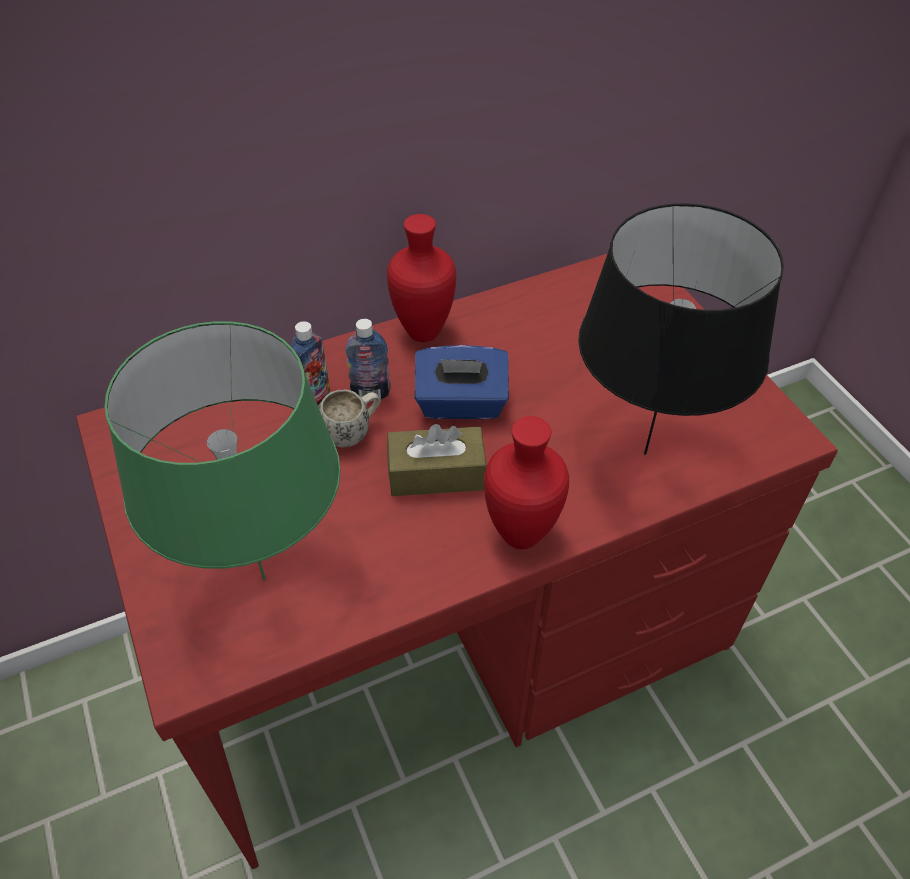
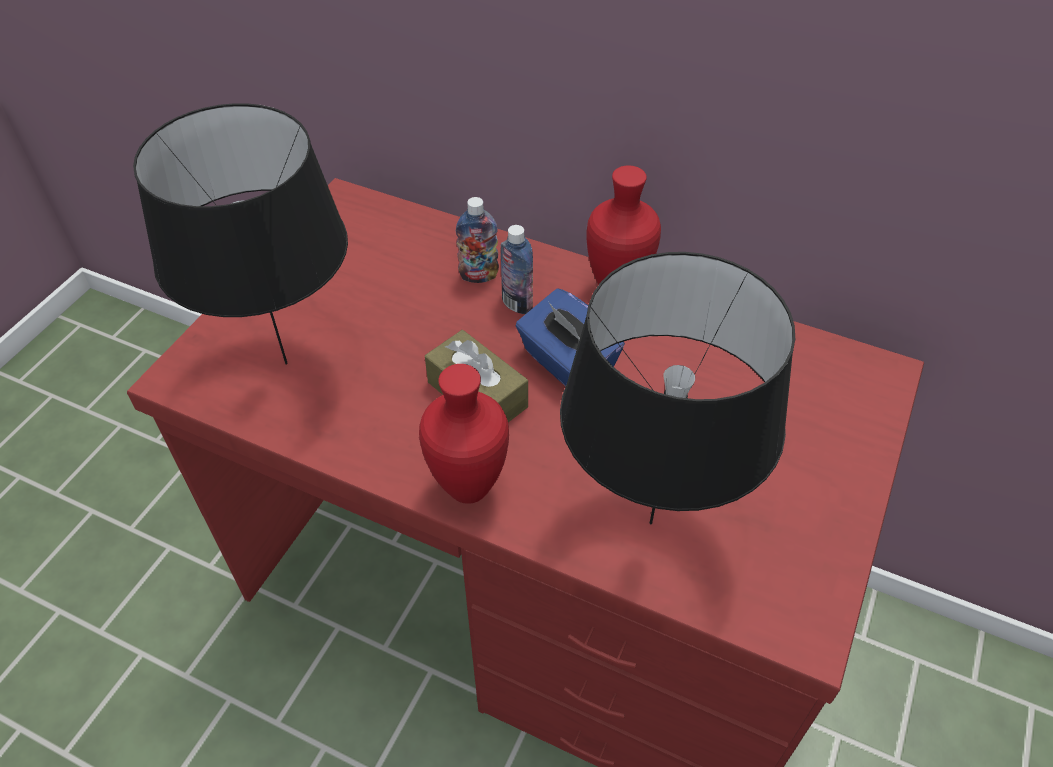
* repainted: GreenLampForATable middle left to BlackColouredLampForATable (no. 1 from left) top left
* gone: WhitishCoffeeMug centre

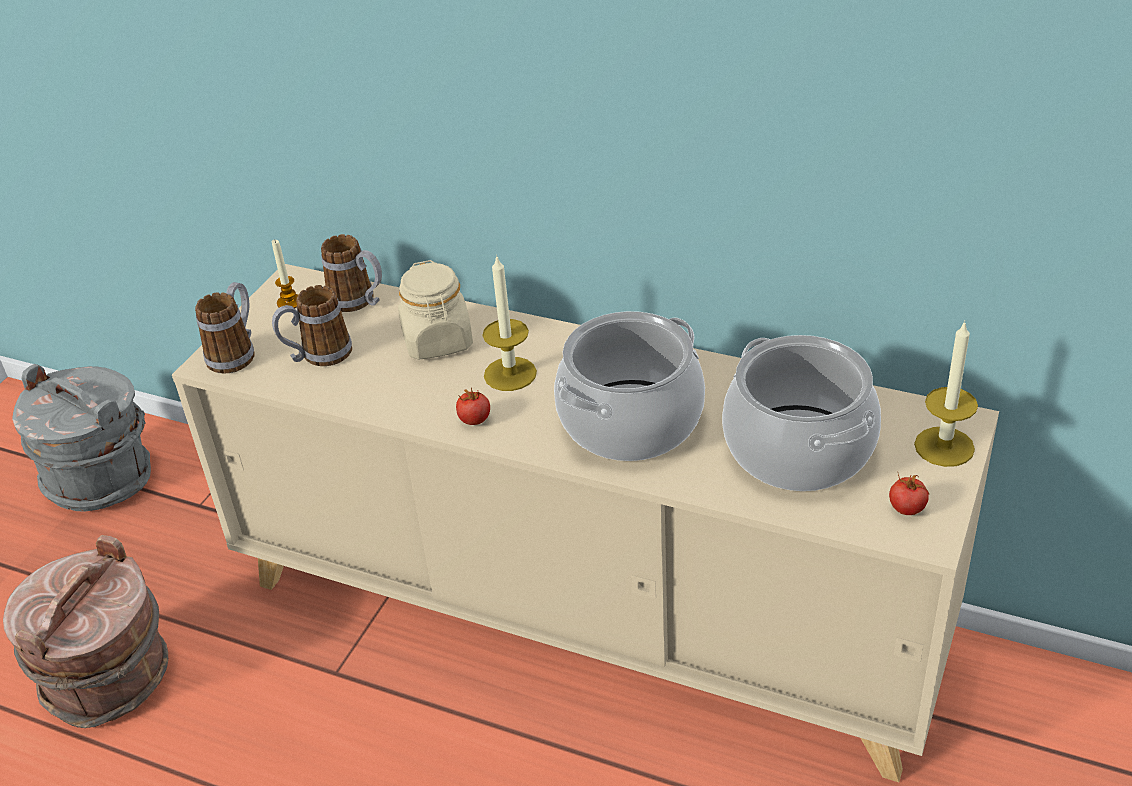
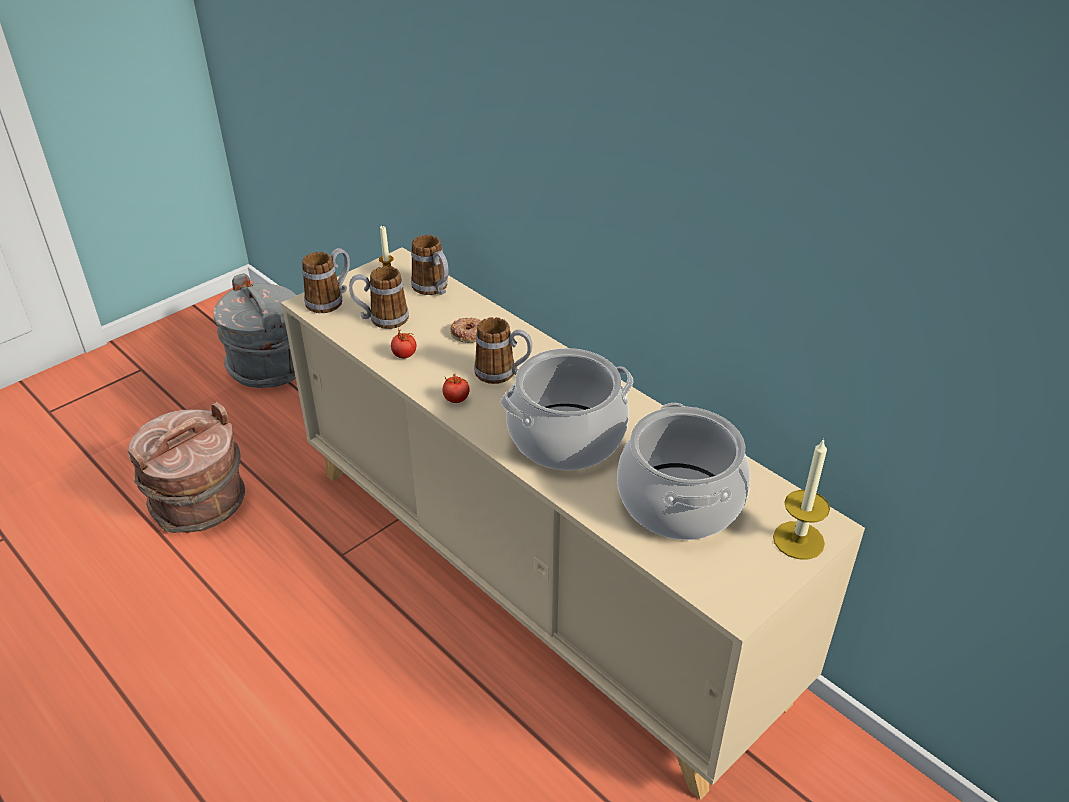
* swapped: Candle (no. 2 from left) centre to CoffeeMug (no. 4 from left) centre
* swapped: SandColouredStorageJar centre to Donut centre
* shifted: FreshTomato (no. 2 from left in the first image) middle right to FreshTomato (no. 1 from left) centre

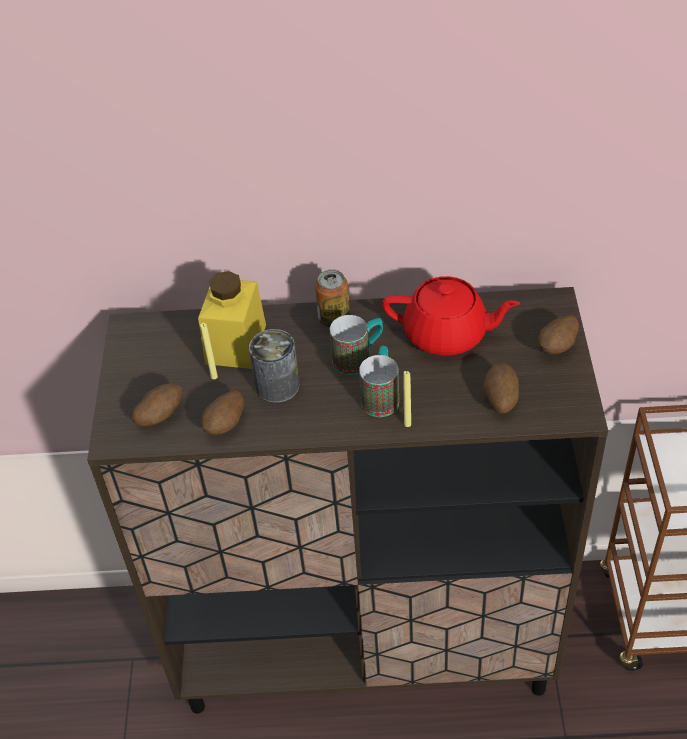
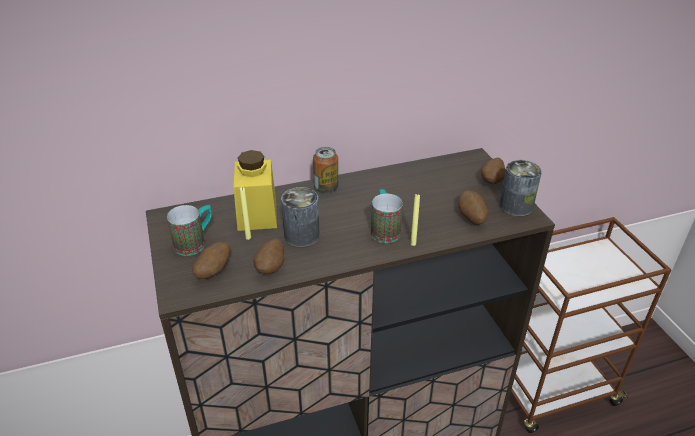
* gone: RedTeaPot centre
* shifted: CoffeeMug (no. 1 from left) centre to middle left
* new: MetalCan (no. 3 from left) middle right

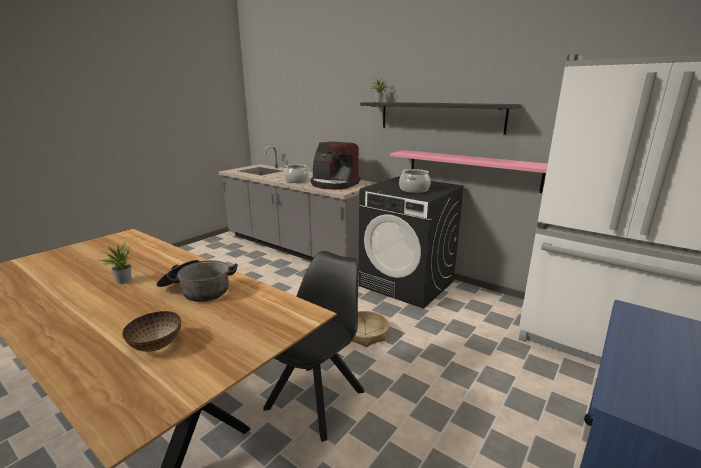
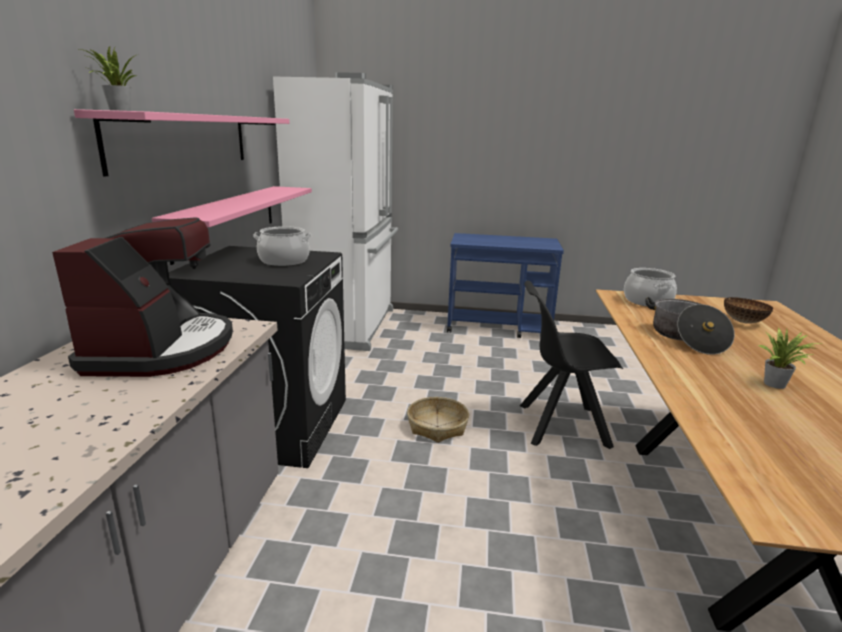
* repainted: BlackColouredWallShelf top centre to PinkWallShelf (no. 1 from left) top left
* shifted: Stockpot (no. 2 from left) centre to middle right

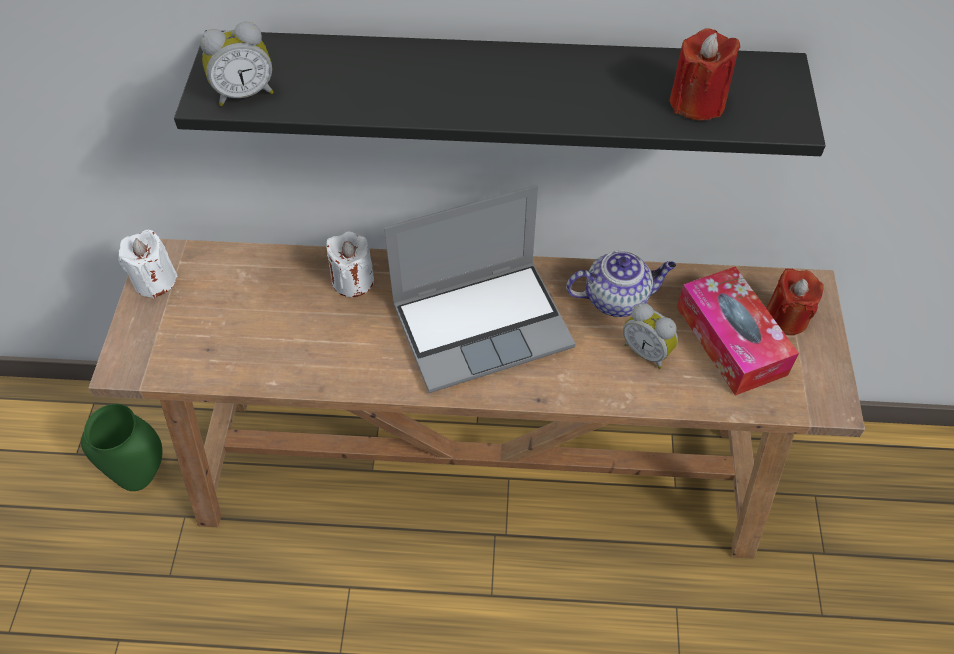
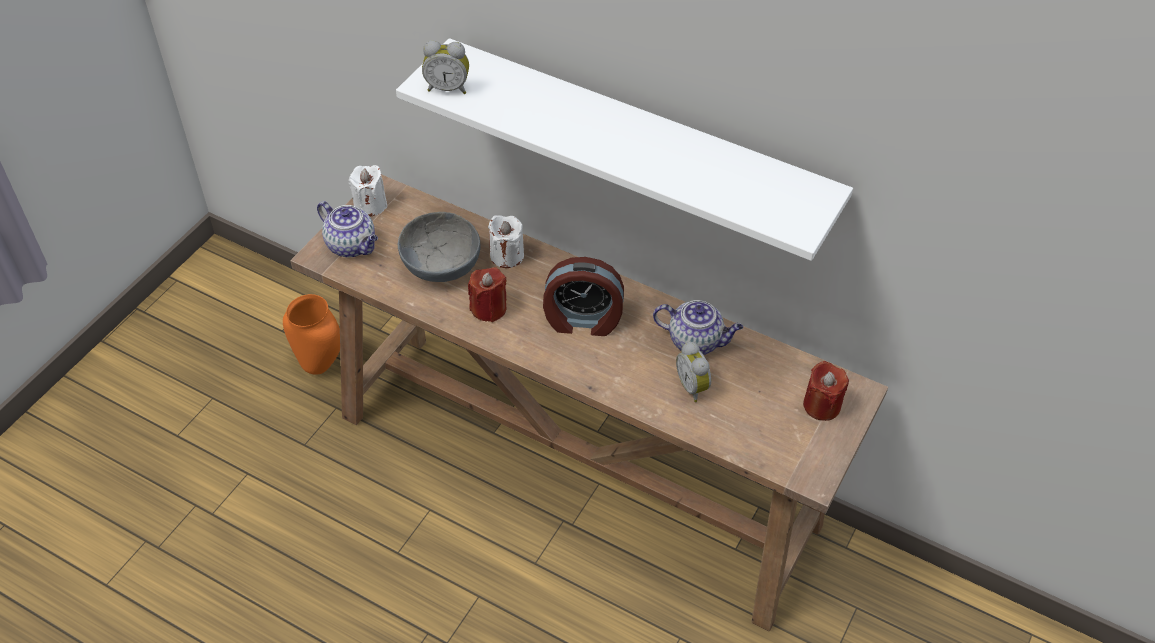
* shifted: RedCandle (no. 1 from left) top right to centre
* repainted: BlackColouredWallShelf top centre to WhitishWallShelf top centre
* swapped: Laptop centre to BedsideClock (no. 2 from left) centre
* gone: TissueHolder middle right
* repainted: GreenFlowerVase bottom left to OrangeyFlowerVase middle left
* new: TeaPot (no. 1 from left) middle left
* new: GreyishBowl centre

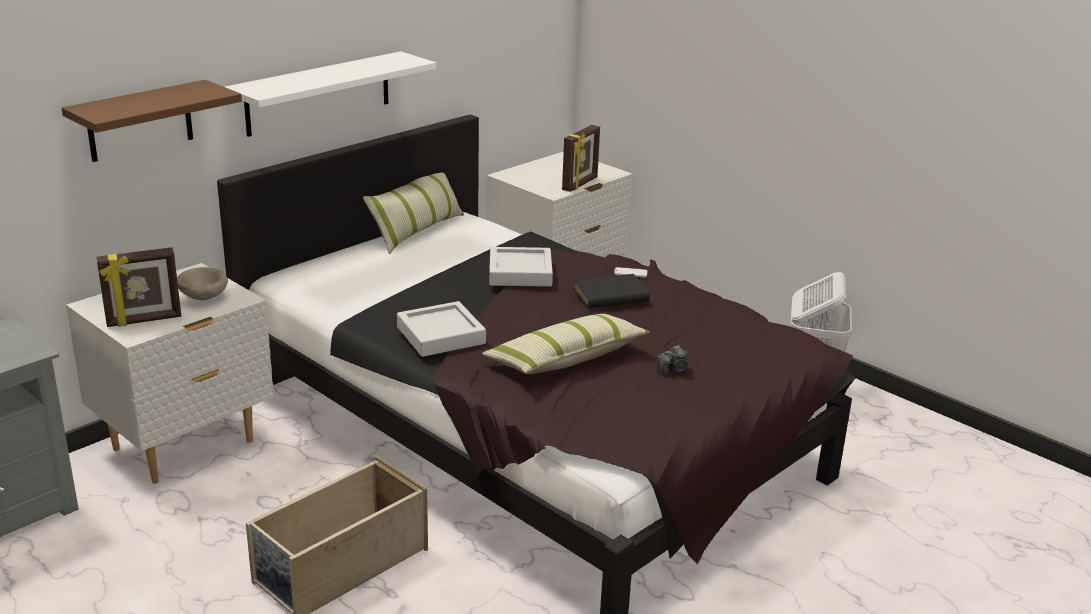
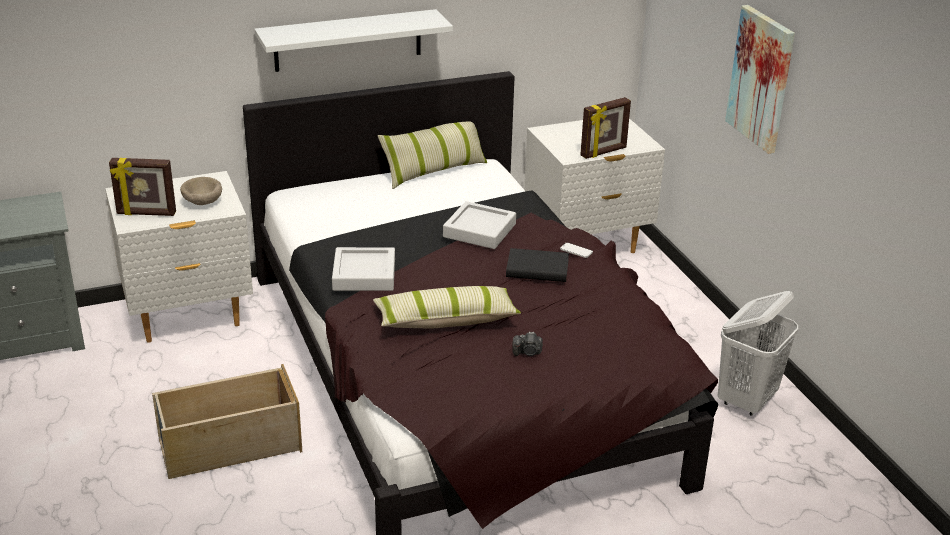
* gone: BrownWallShelf top left
* new: Picture top right

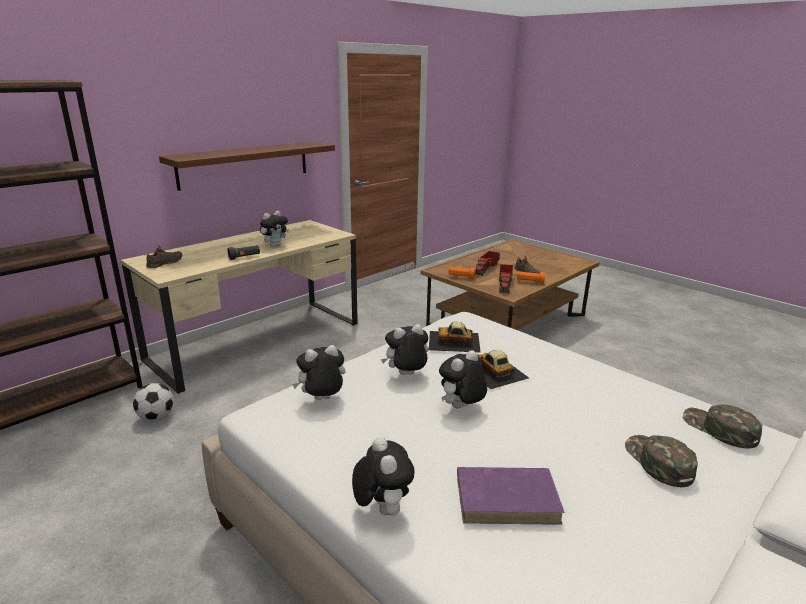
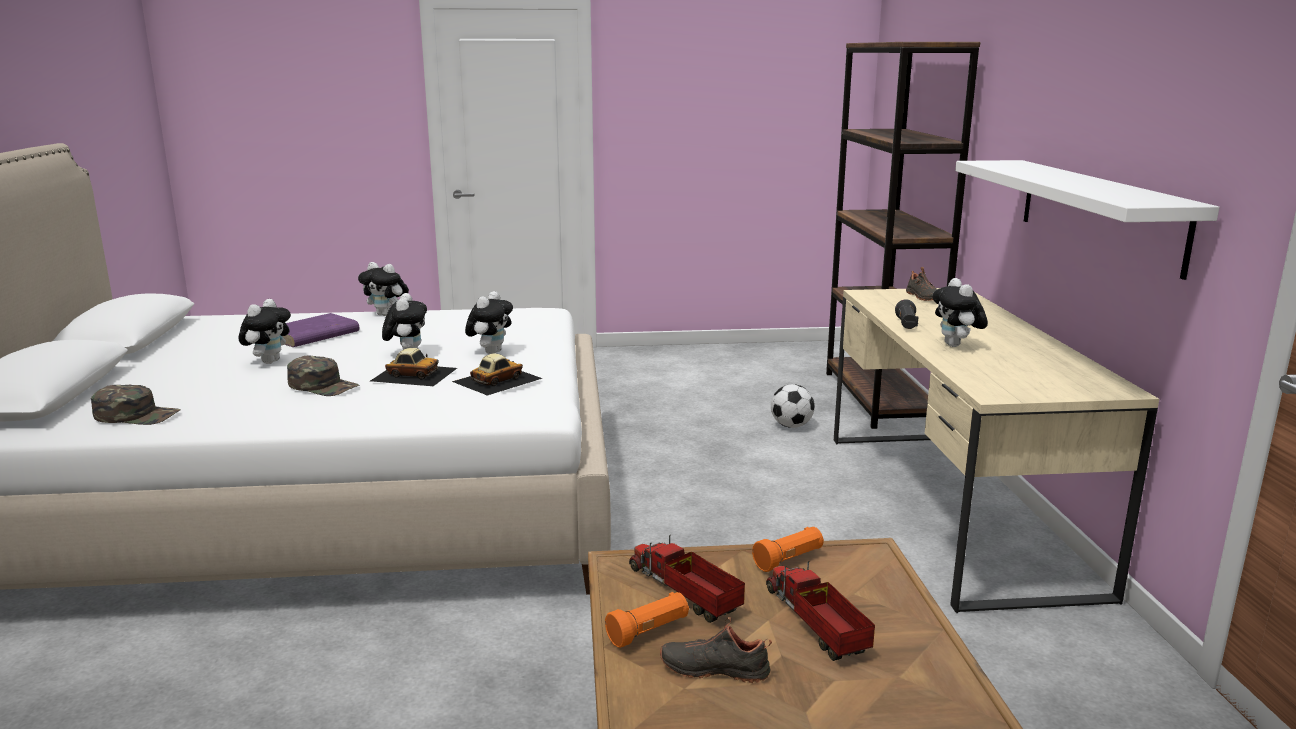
* repainted: BrownWallShelf top left to WhitishWallShelf top right
* shifted: CuddlyToy (no. 2 from left in the first image) centre to CuddlyToy (no. 1 from left) middle left
* shifted: GreenPeakedCap (no. 1 from left in the first image) bottom right to GreenPeakedCap (no. 2 from left) middle left

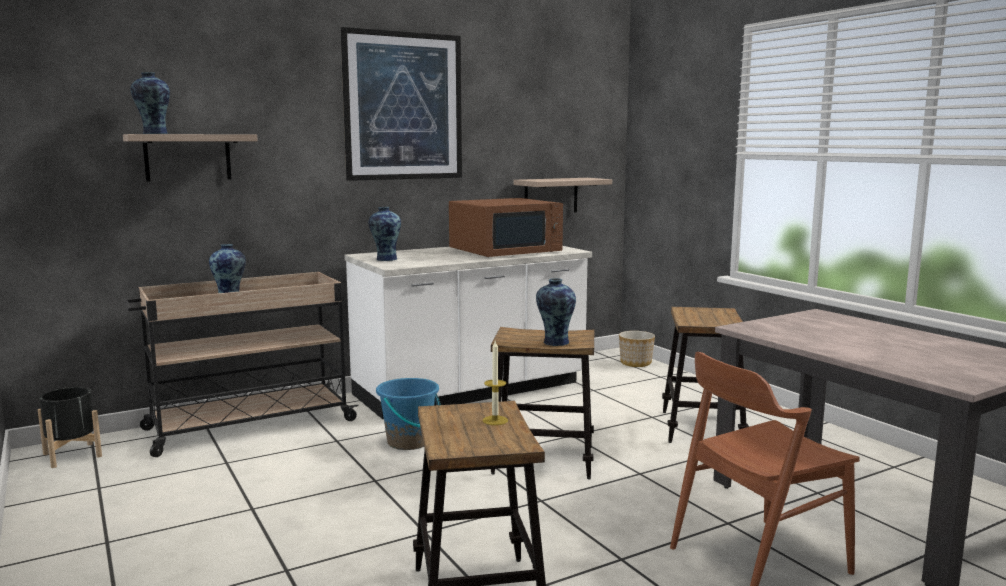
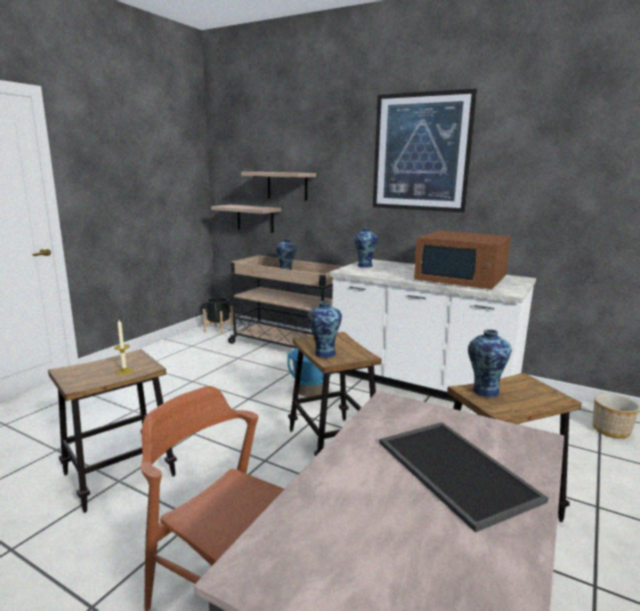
* shifted: FlowerVase (no. 1 from left in the first image) top left to FlowerVase (no. 4 from left) middle right
* shifted: WallShelf (no. 2 from left in the first image) top centre to WallShelf (no. 1 from left) centre
* new: Tray bottom right

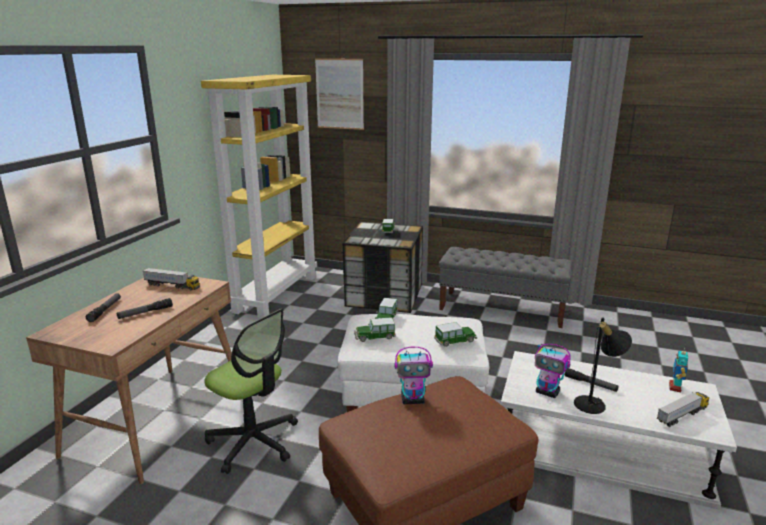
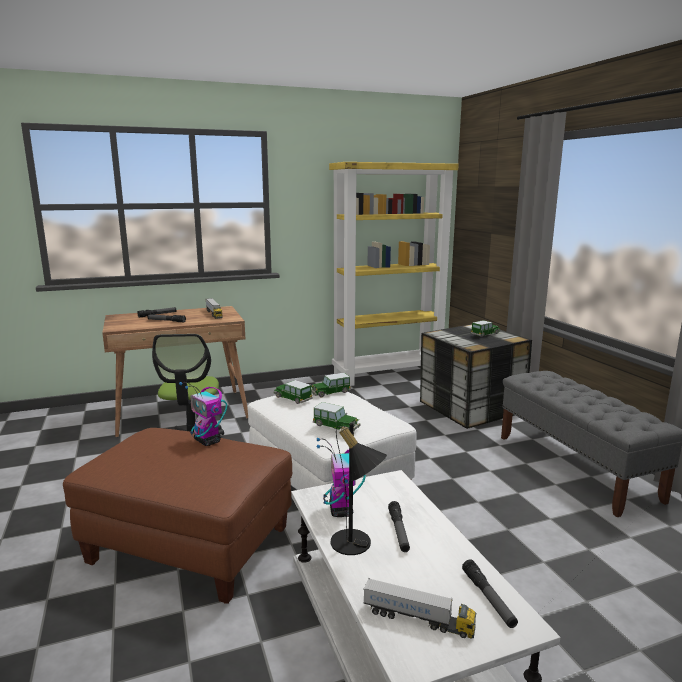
* gone: Picture top centre
* swapped: ToyRobot (no. 3 from left) bottom right to Torch (no. 4 from left) bottom right

